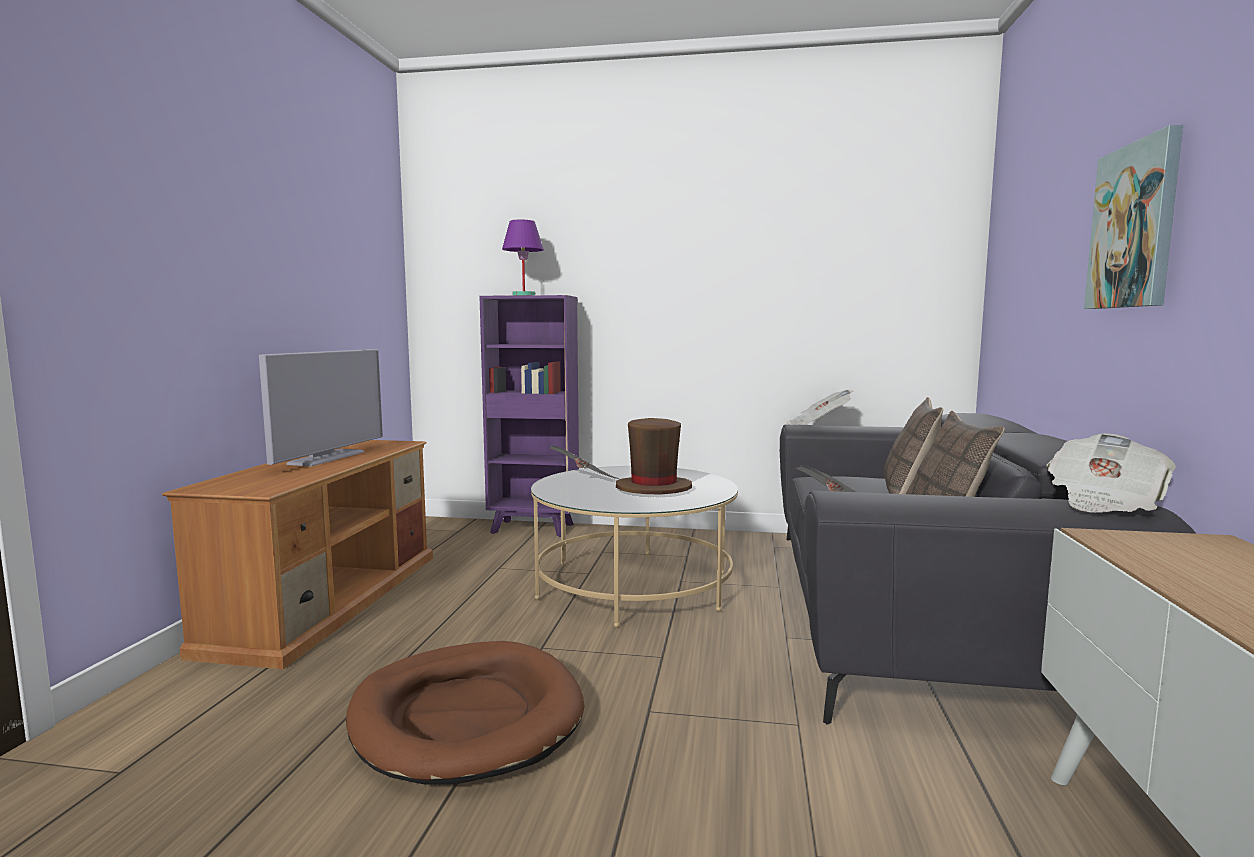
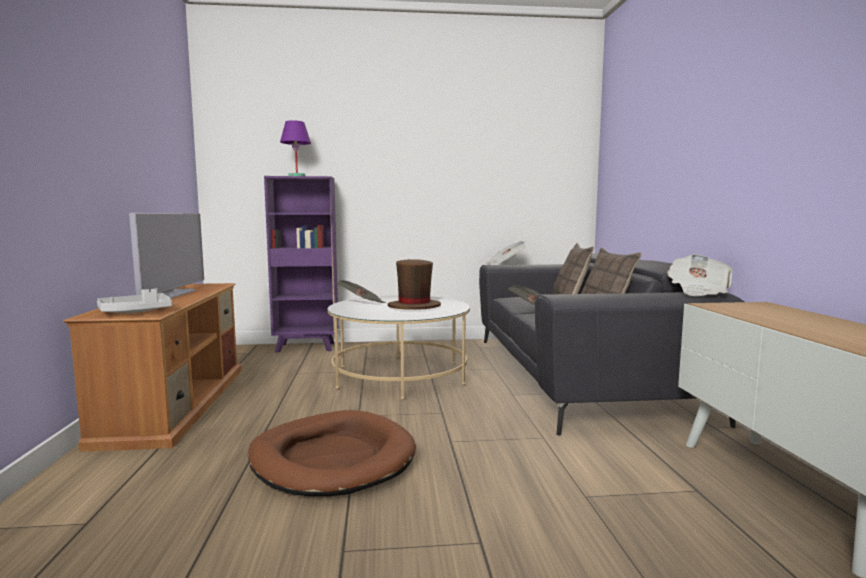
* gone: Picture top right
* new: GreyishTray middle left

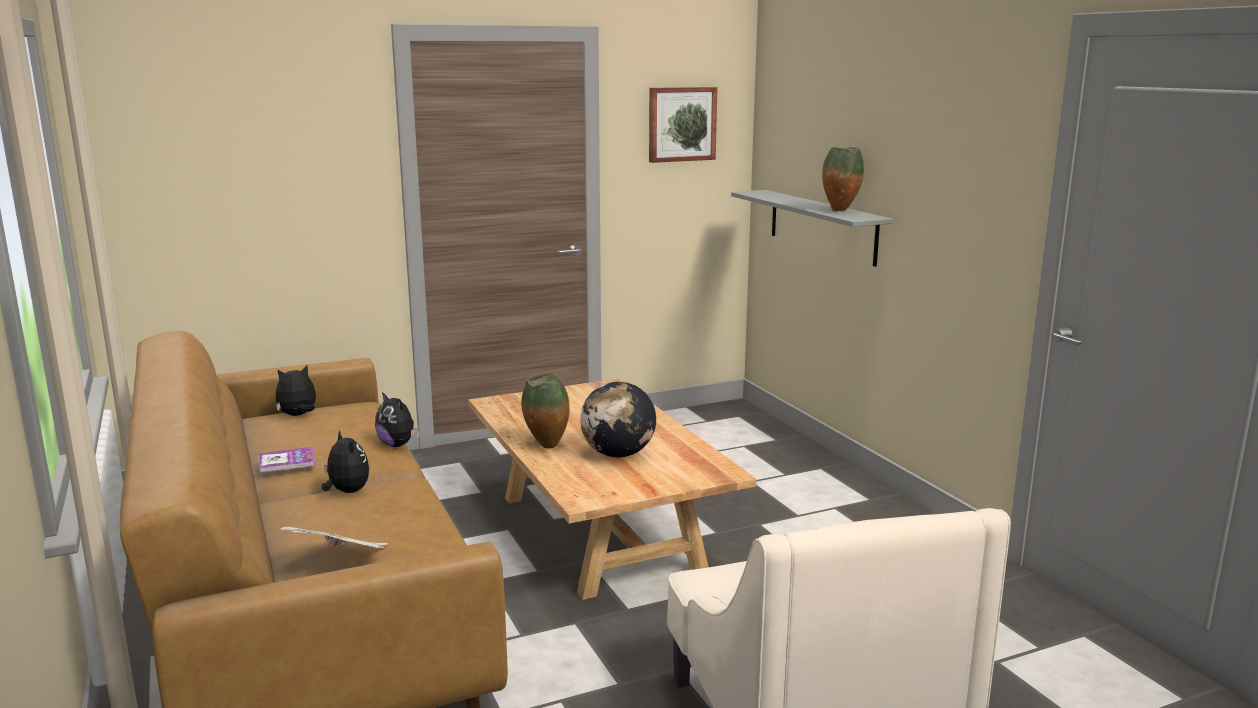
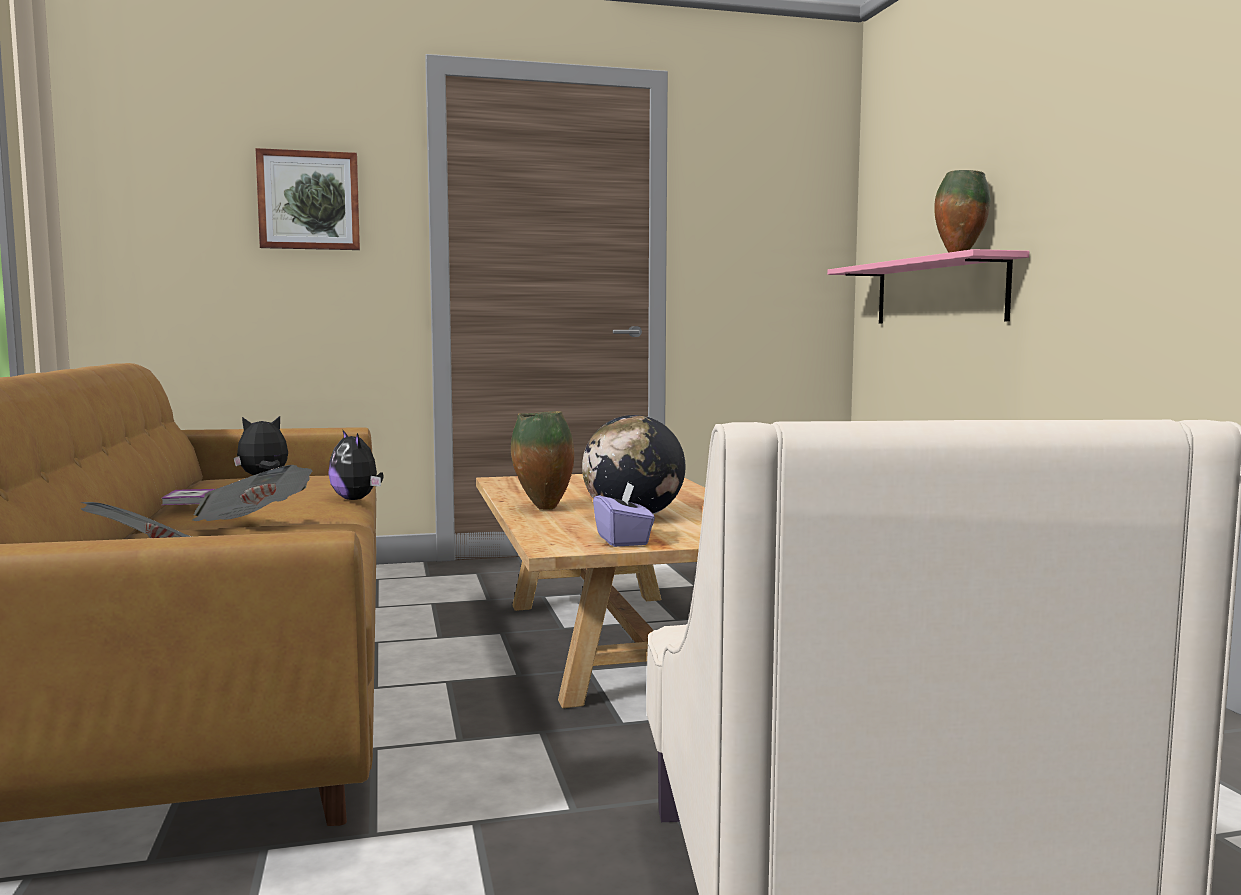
* shifted: Picture top centre to top left
* repainted: GreyishWallShelf top centre to PinkWallShelf top right
* swapped: CuddlyToy (no. 2 from left) middle left to Newspaper (no. 2 from left) middle left
* new: PurpleColouredTissueHolder centre

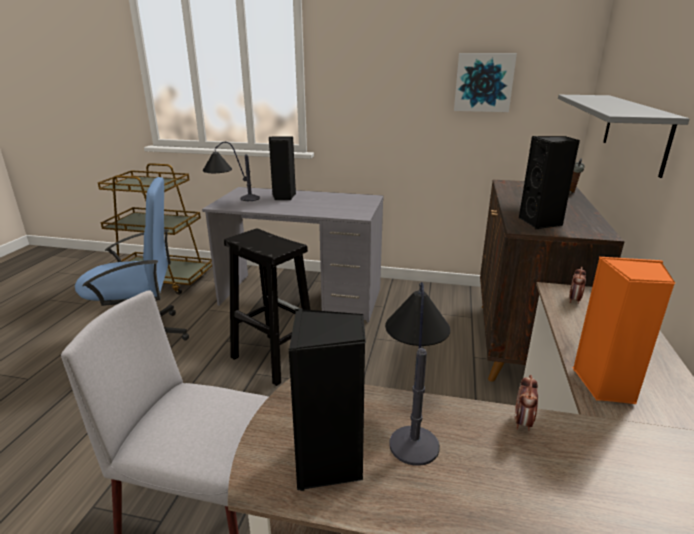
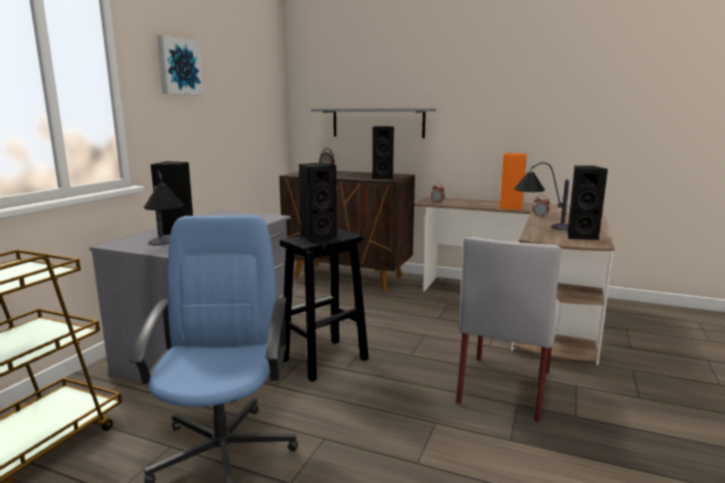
* shifted: Picture top right to top left
* new: BlackColouredAudioSpeaker (no. 2 from left) centre

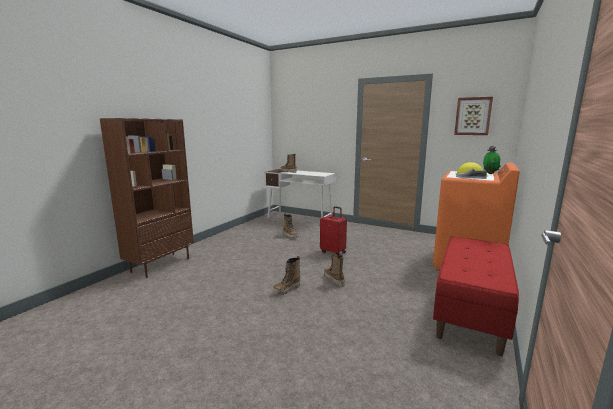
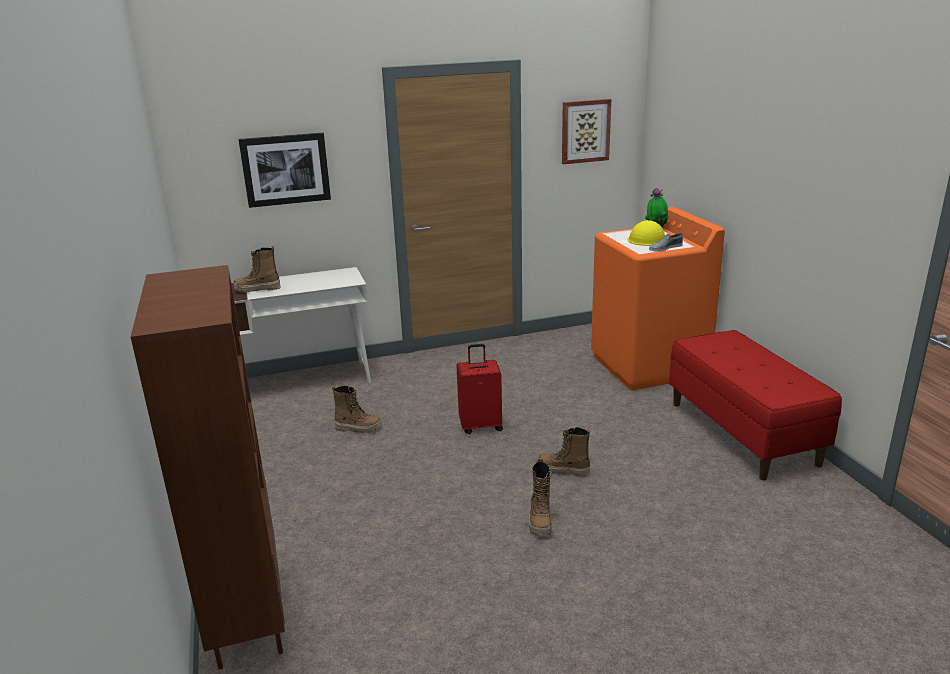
* new: Picture (no. 1 from left) top left

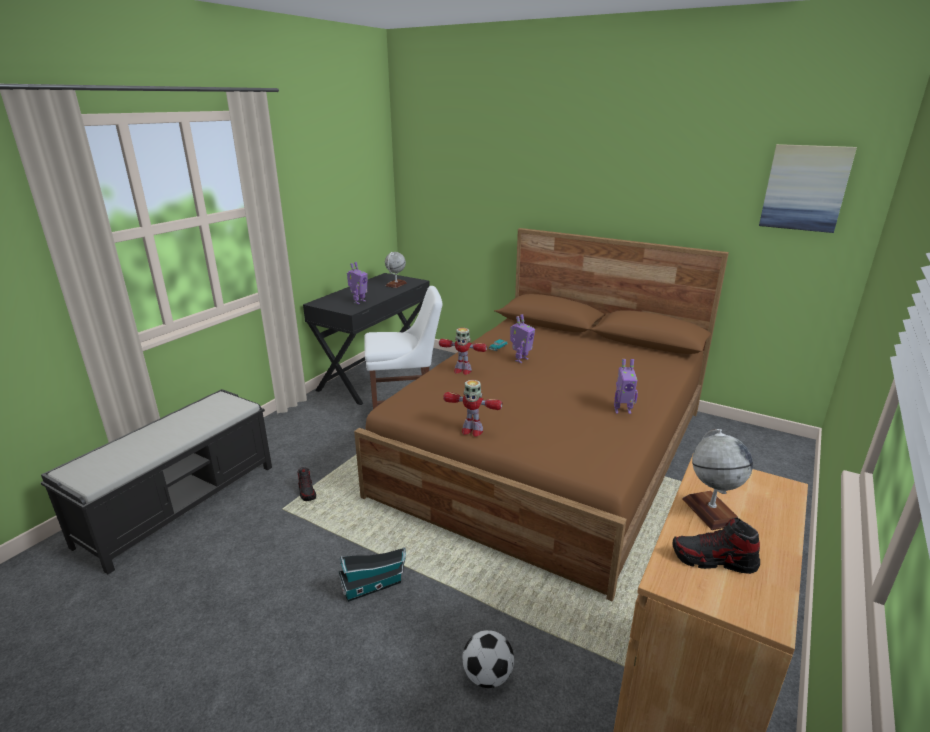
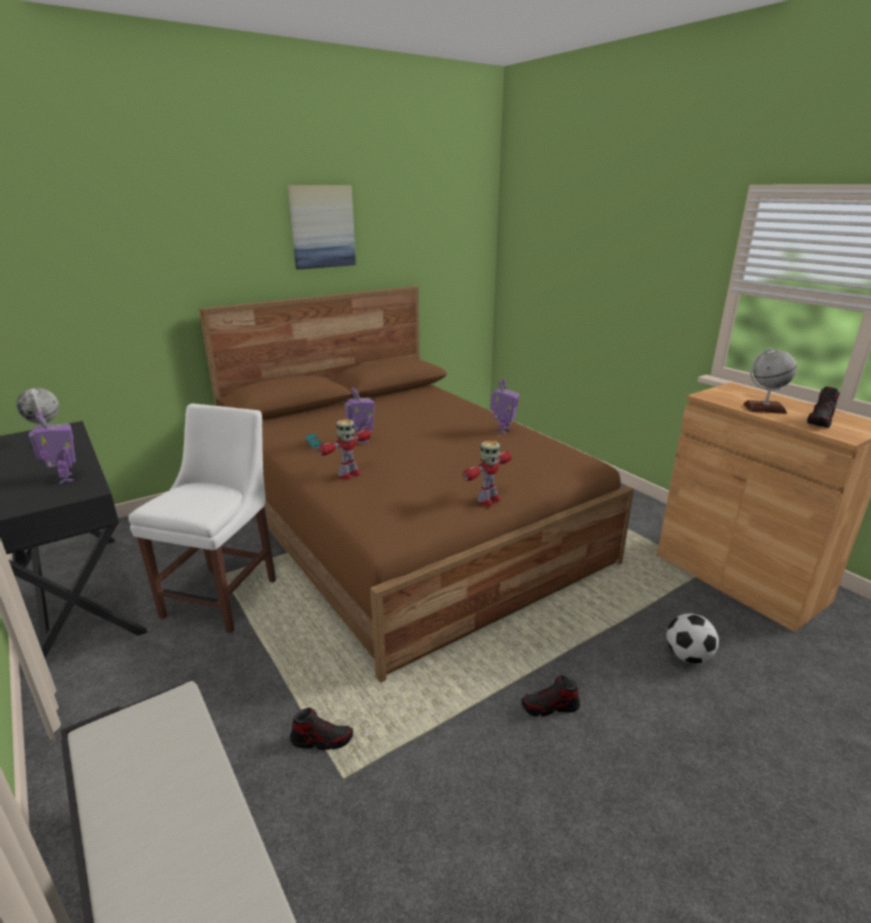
* shifted: Picture top right to top centre
* swapped: MiniatureHouse bottom centre to Shoe (no. 2 from left) bottom centre

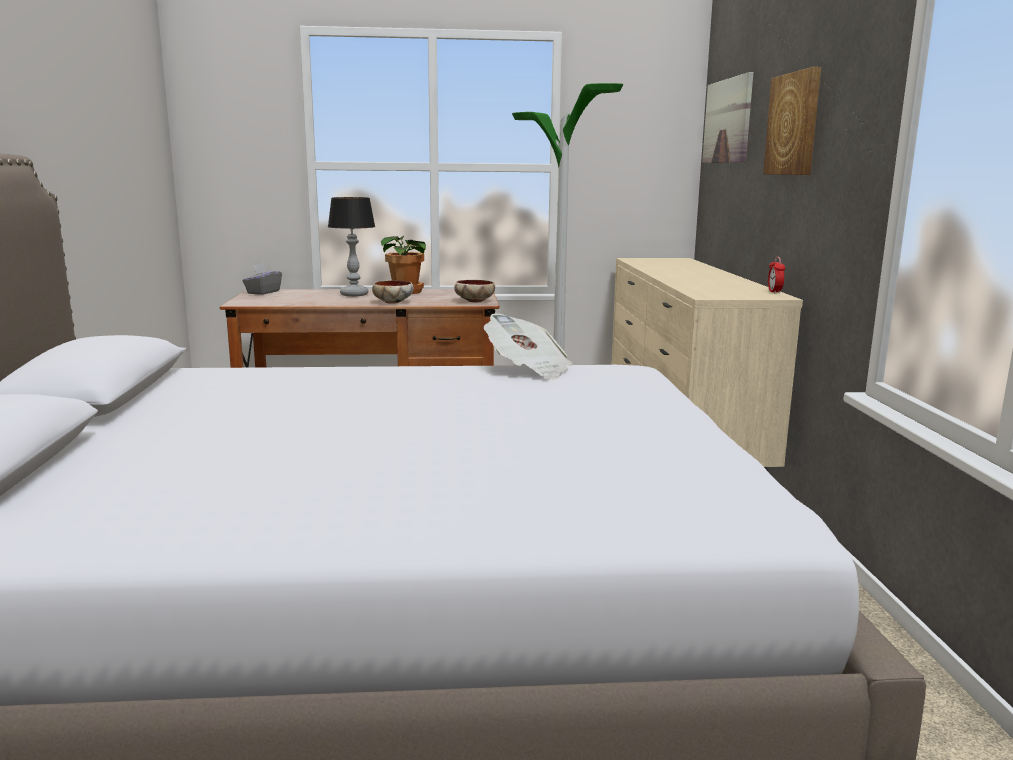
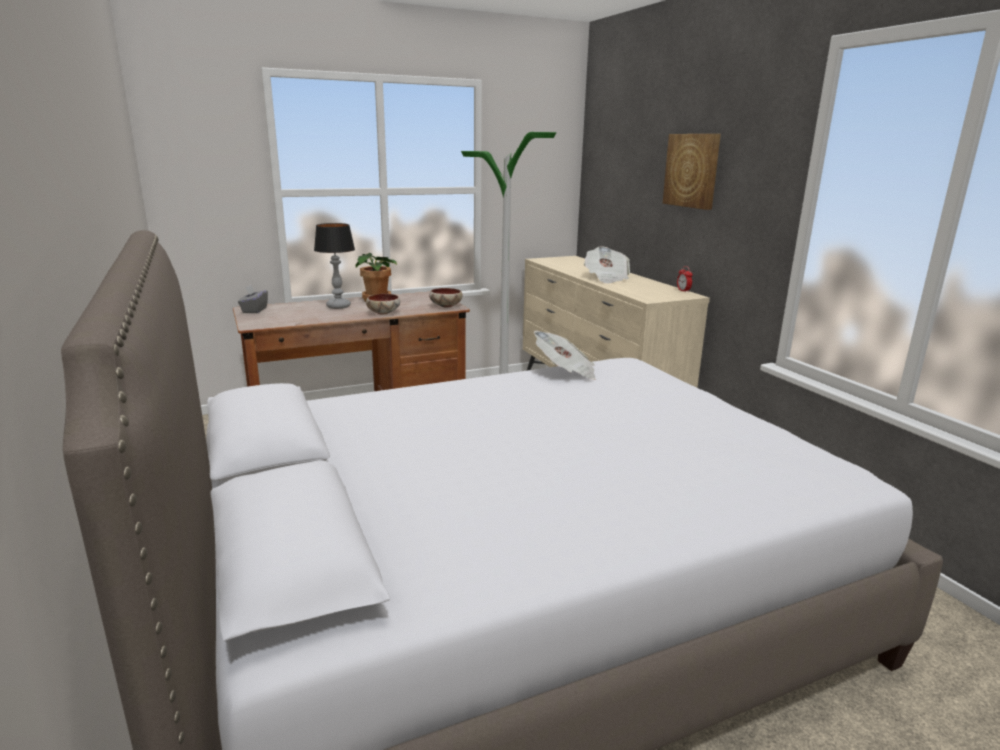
* gone: Picture (no. 1 from left) top right
* new: Newspaper (no. 2 from left) centre

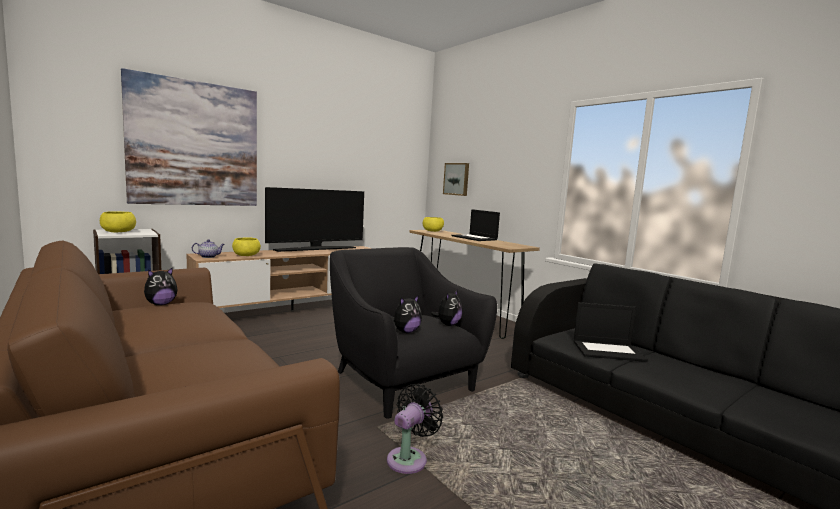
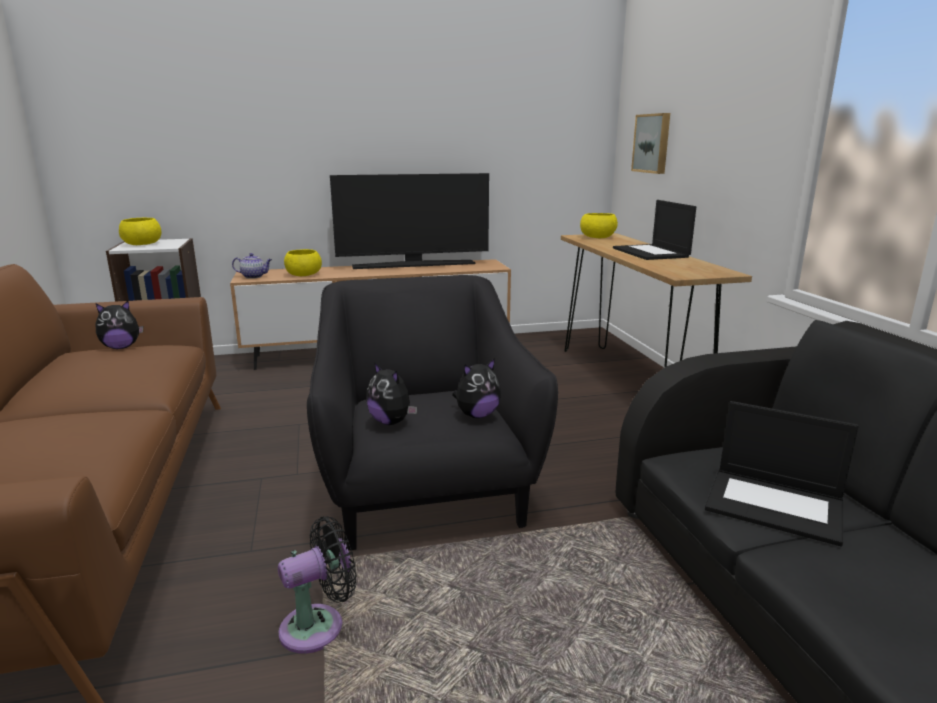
* gone: Picture (no. 1 from left) top left
* rotated: CuddlyToy (no. 2 from left) centre = centre 60 degrees clockwise

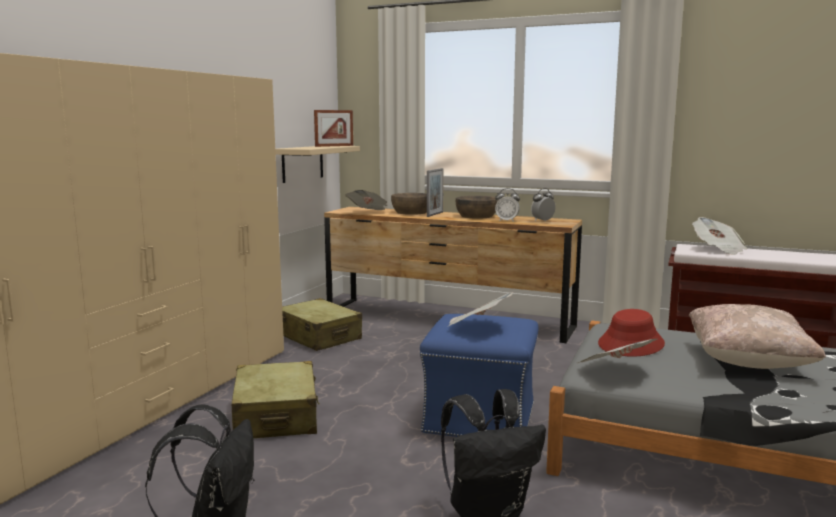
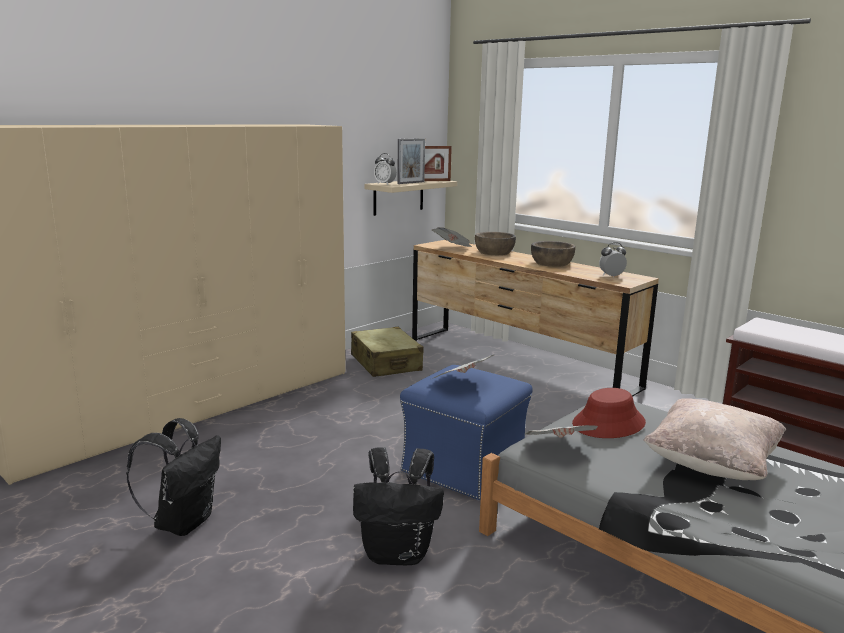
* shifted: PictureFrame (no. 2 from left in the first image) centre to PictureFrame (no. 1 from left) top centre
* shifted: BedsideClock (no. 1 from left) centre to top centre
* gone: Newspaper (no. 4 from left) middle right
* gone: SandColouredPieceOfLuggage (no. 1 from left) bottom left

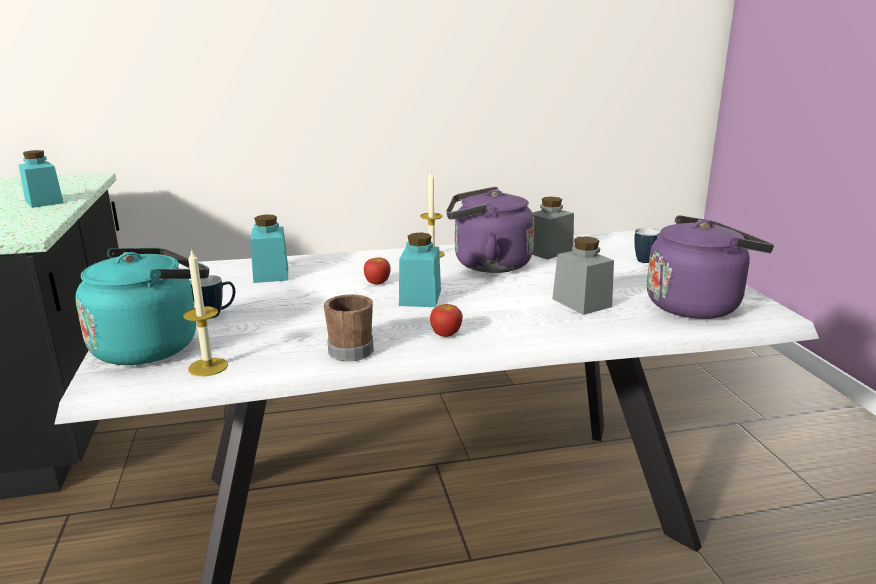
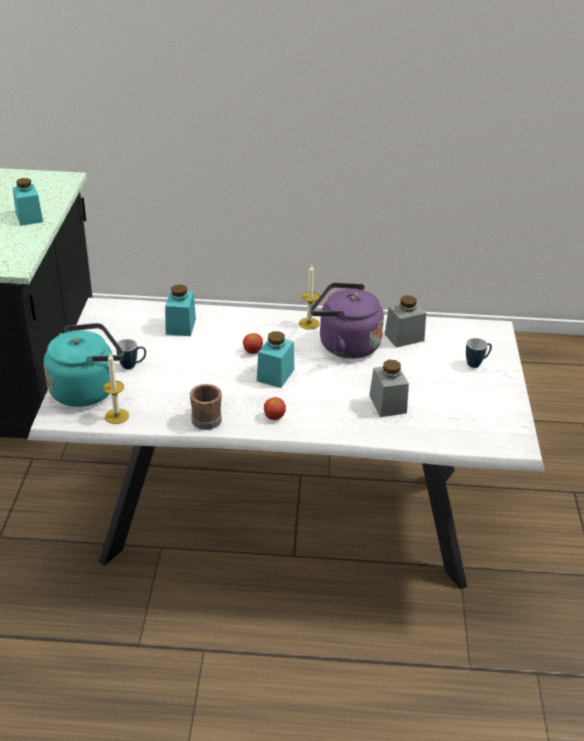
* gone: PurpleColouredWaterKettle (no. 2 from left) middle right

